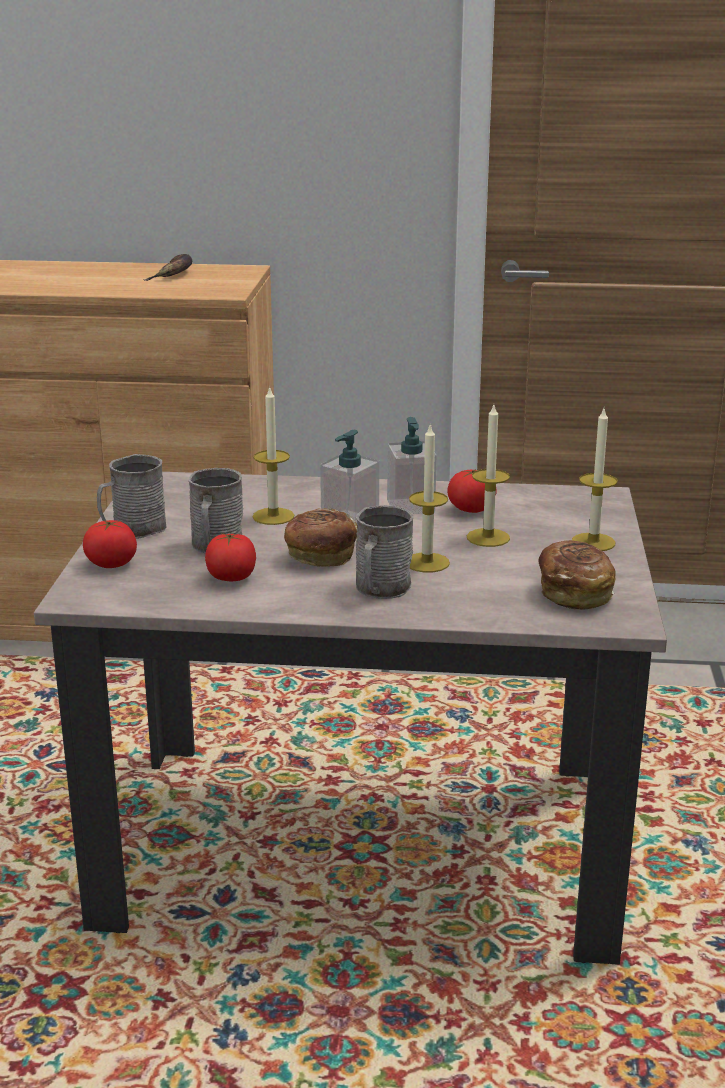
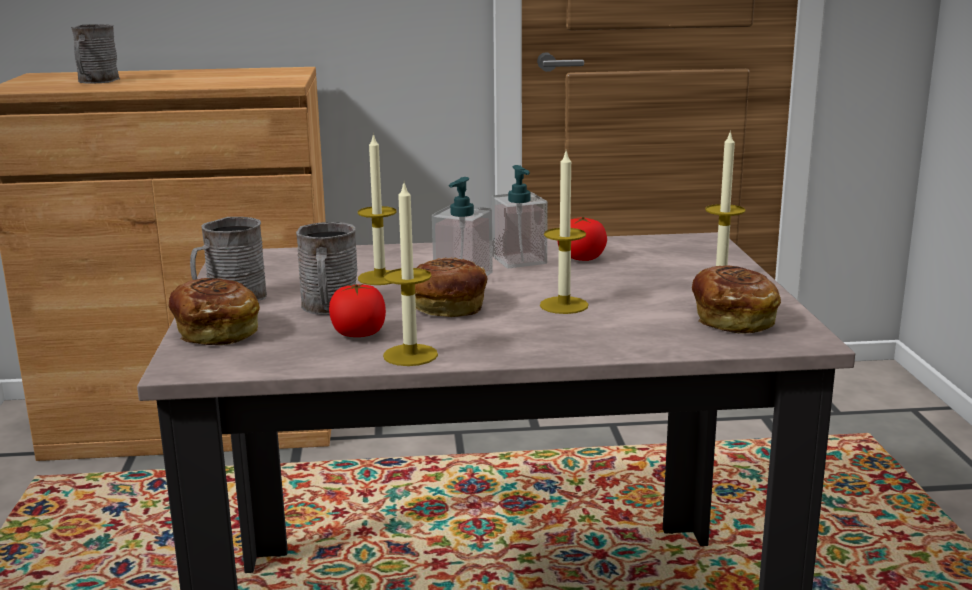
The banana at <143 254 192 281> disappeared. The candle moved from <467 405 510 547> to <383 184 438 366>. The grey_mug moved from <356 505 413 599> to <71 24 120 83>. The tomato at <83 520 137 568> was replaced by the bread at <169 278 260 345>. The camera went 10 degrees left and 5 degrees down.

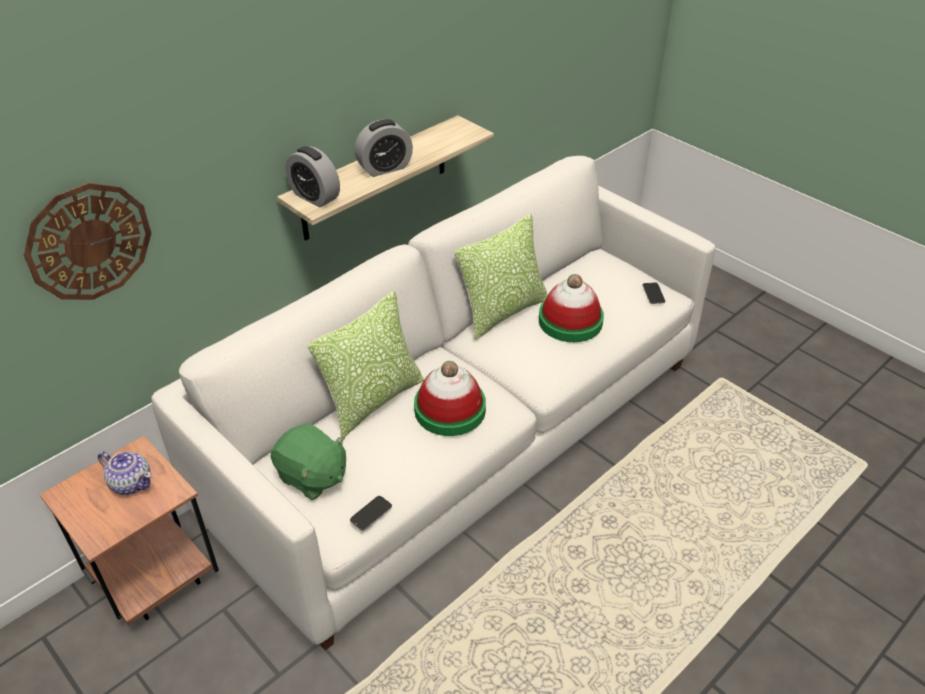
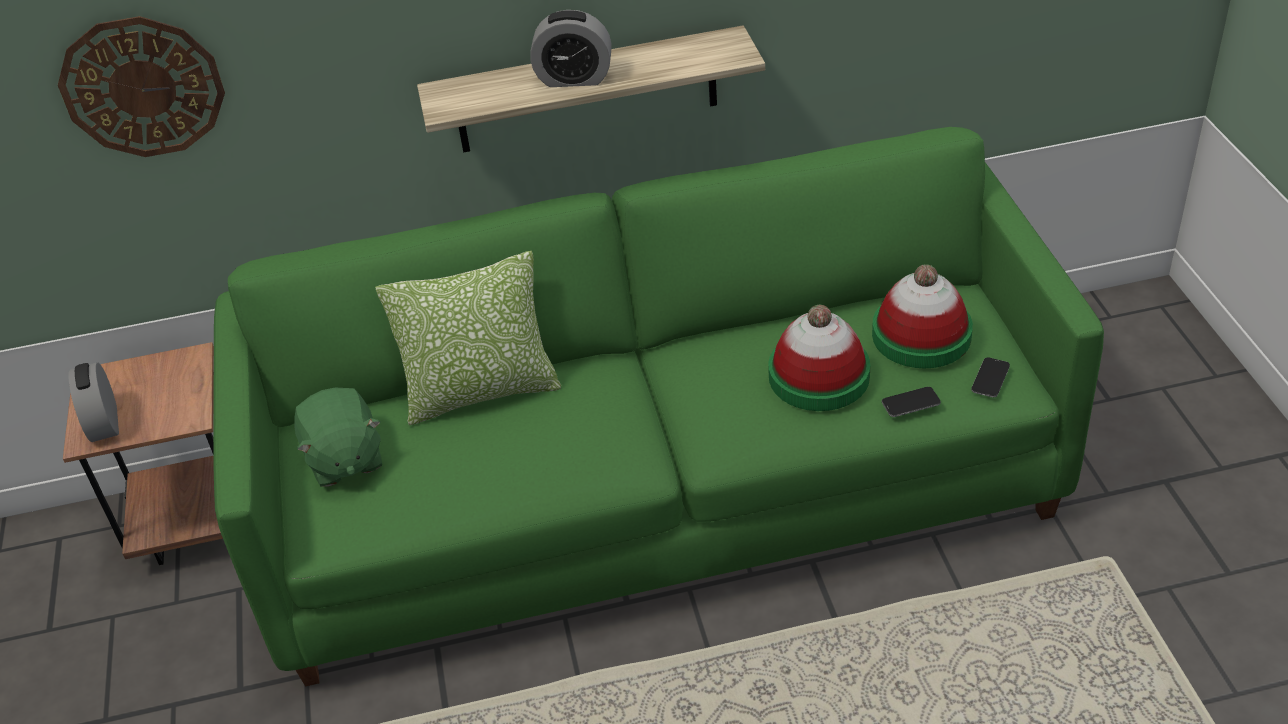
The alarm_clock moved from <285 146 340 208> to <68 362 119 442>. The white_sofa at <151 156 716 651> became the green_sofa at <213 127 1104 686>. The pillow at <454 214 548 340> disappeared. The hat moved from <414 361 486 436> to <872 264 973 369>. The teapot at <98 451 152 495> disappeared. The phone moved from <350 496 392 531> to <882 387 941 417>. The camera went 35 degrees right and 0 degrees up.

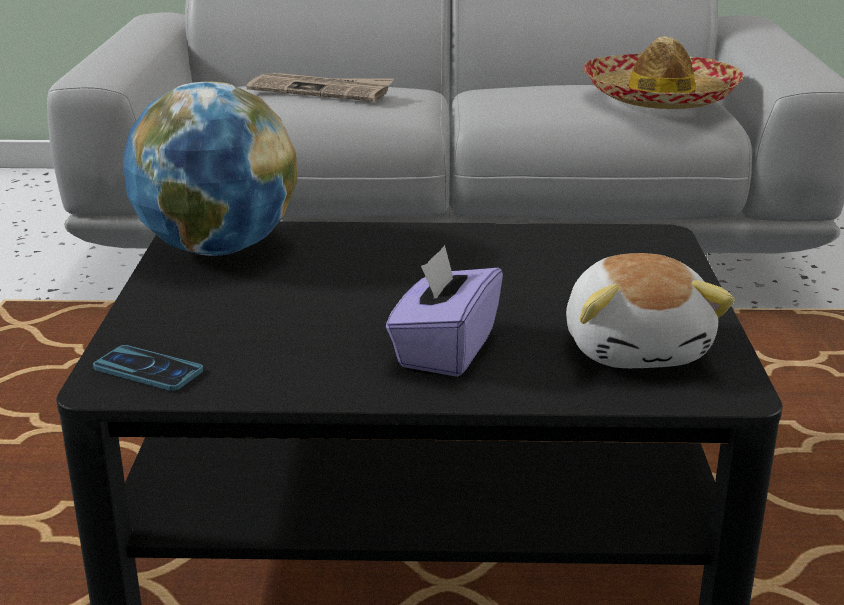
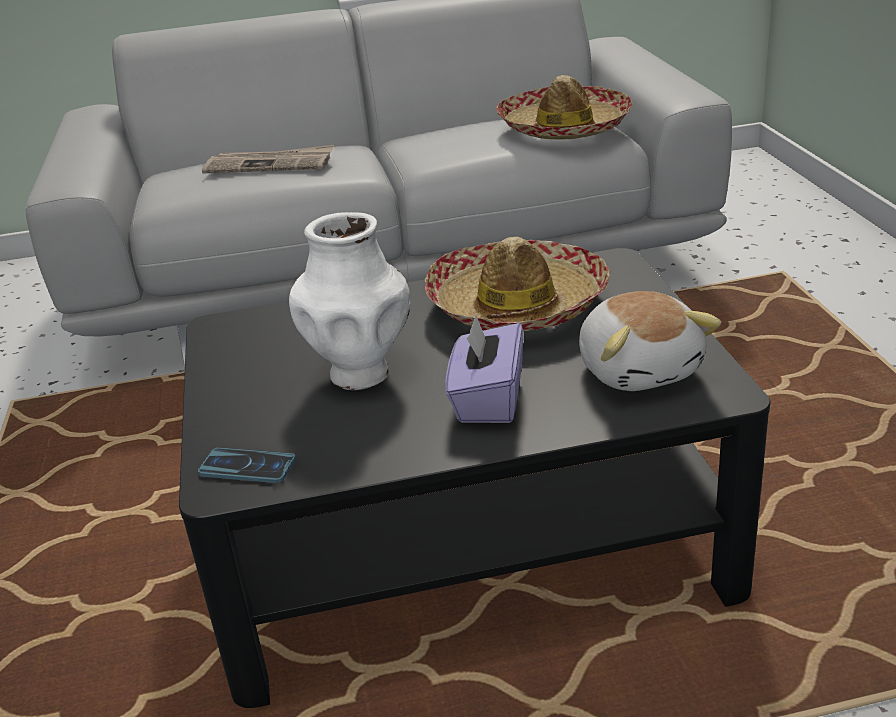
The globe at <123 81 298 256> disappeared. The white_vase at <289 212 410 390> appeared. The hat at <425 237 610 332> appeared. The camera went 10 degrees left and 5 degrees up.

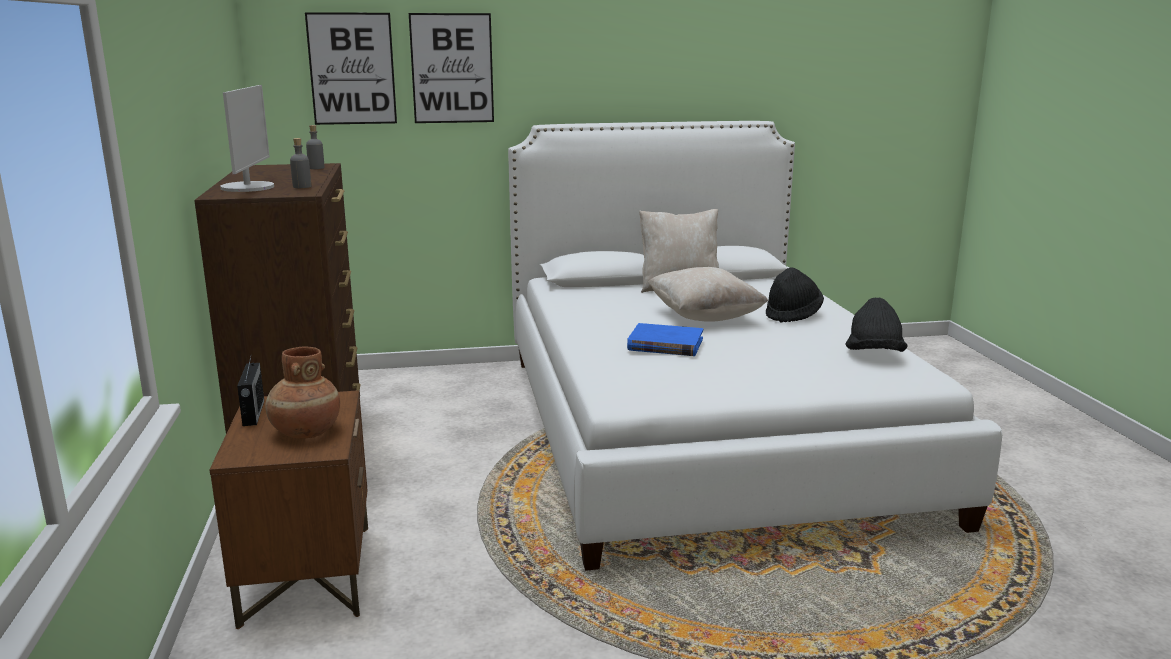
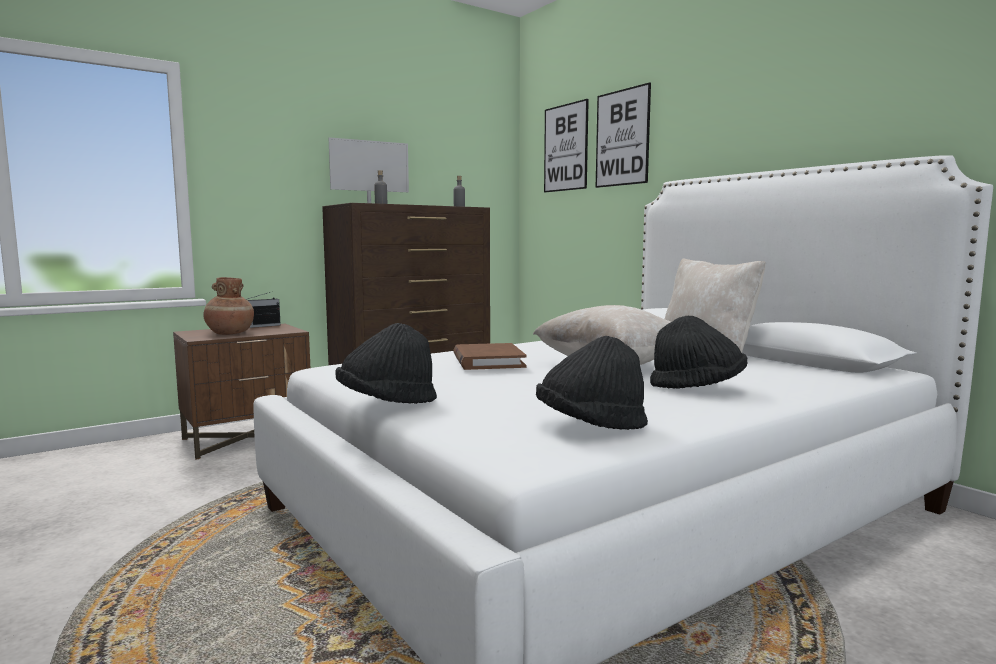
The blue_book at <627 323 703 356> became the brown_book at <454 343 527 370>. The black_hat at <336 323 437 404> appeared. The camera went 65 degrees right and 10 degrees down.

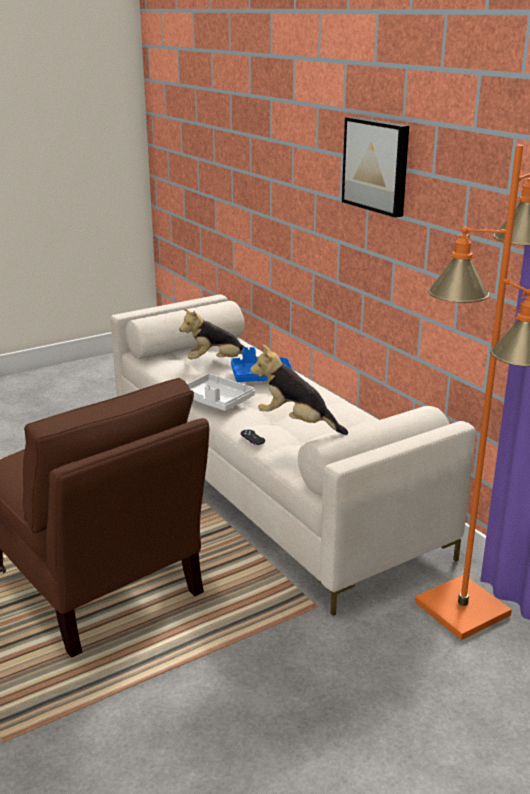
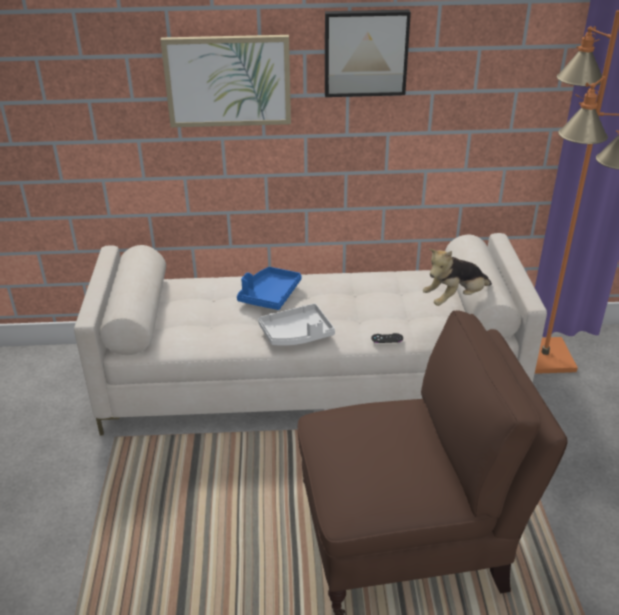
The plush_toy at <179 308 258 360> disappeared. The picture at <160 35 291 127> appeared. The camera went 60 degrees left and 10 degrees up.

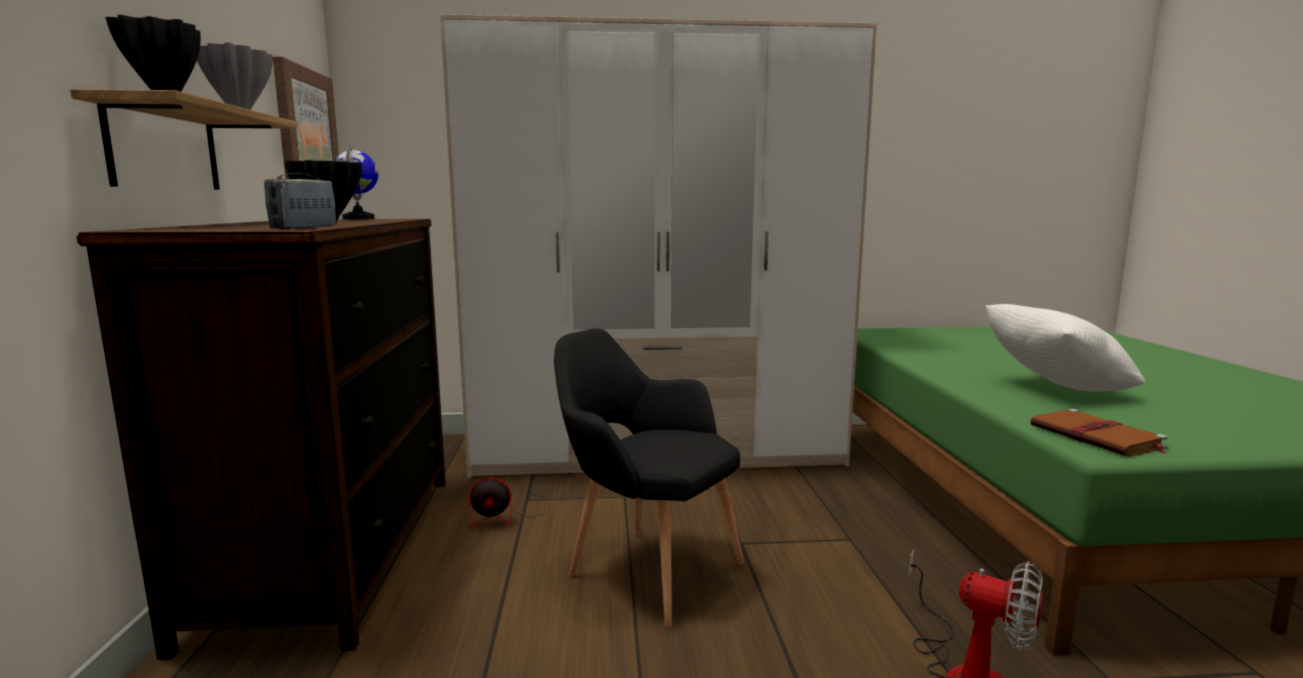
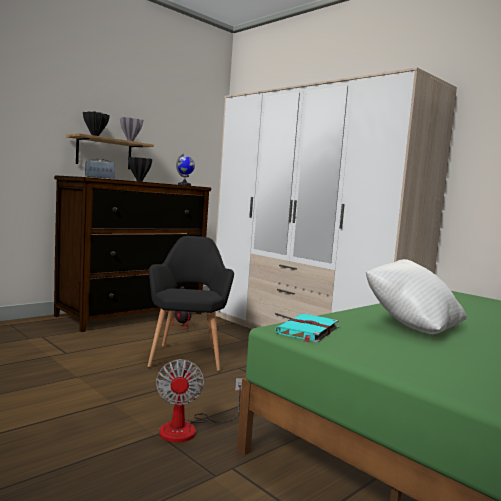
The picture at <273 57 339 179> disappeared. The brown_book at <1031 409 1168 457> became the turquoise_book at <275 314 339 343>. The camera went 50 degrees right and 5 degrees down.

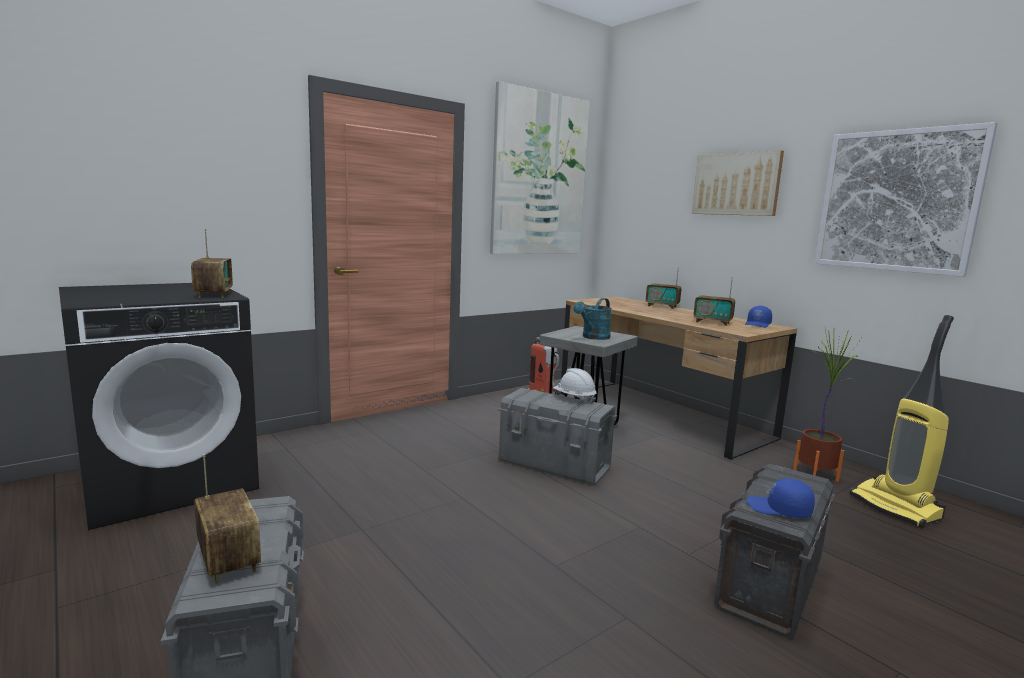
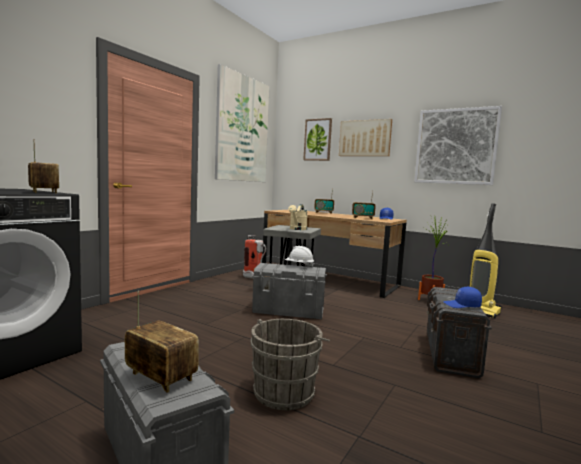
The turquoise_watering_can at <573 298 612 340> became the beige_watering_can at <288 204 308 230>. The picture at <303 118 332 161> appeared. The grey_bucket at <250 319 330 410> appeared. The camera went 20 degrees left and 5 degrees down.

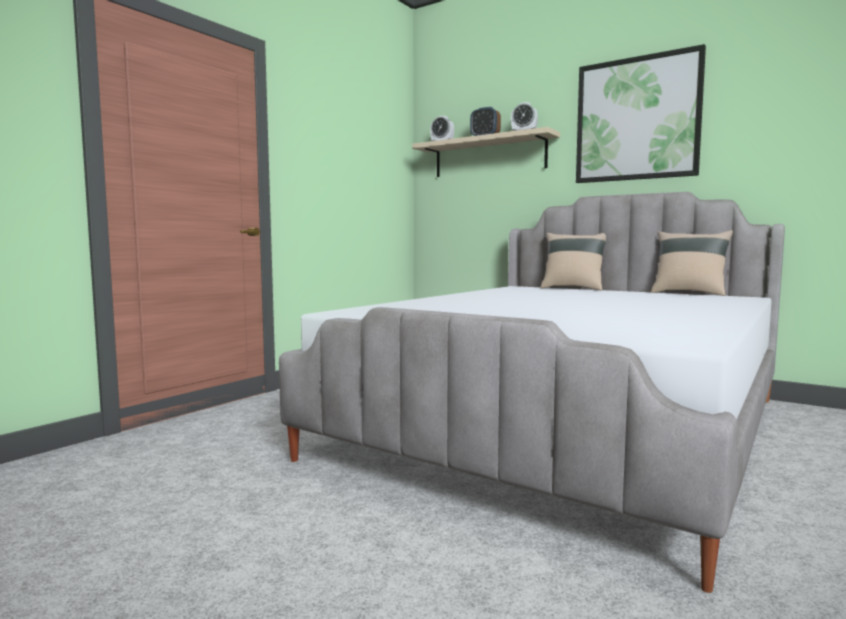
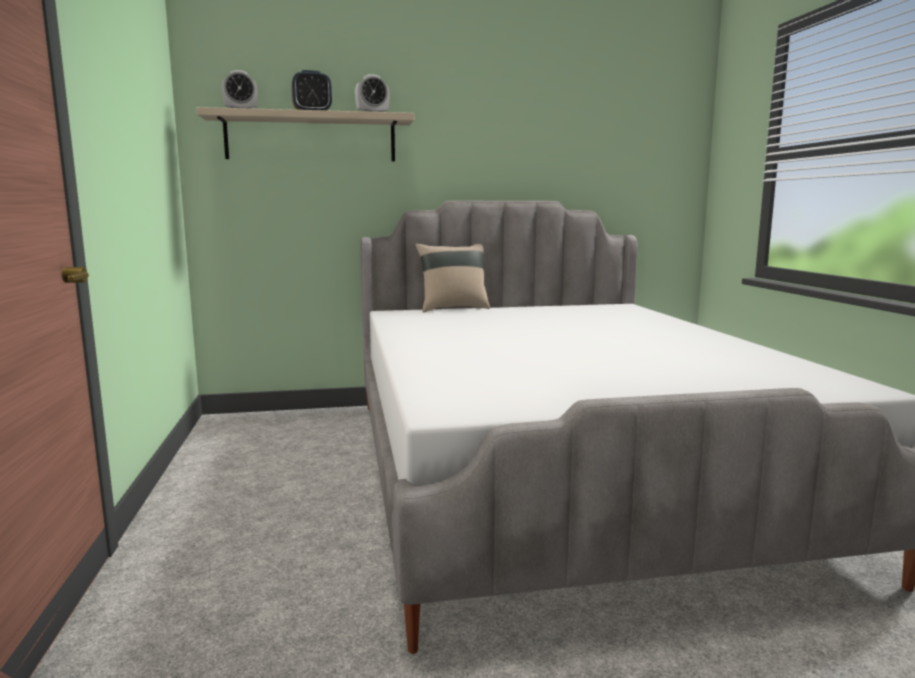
The picture at <576 44 706 183> disappeared. The beige_pillow at <651 230 733 296> disappeared. The camera went 45 degrees left and 5 degrees up.

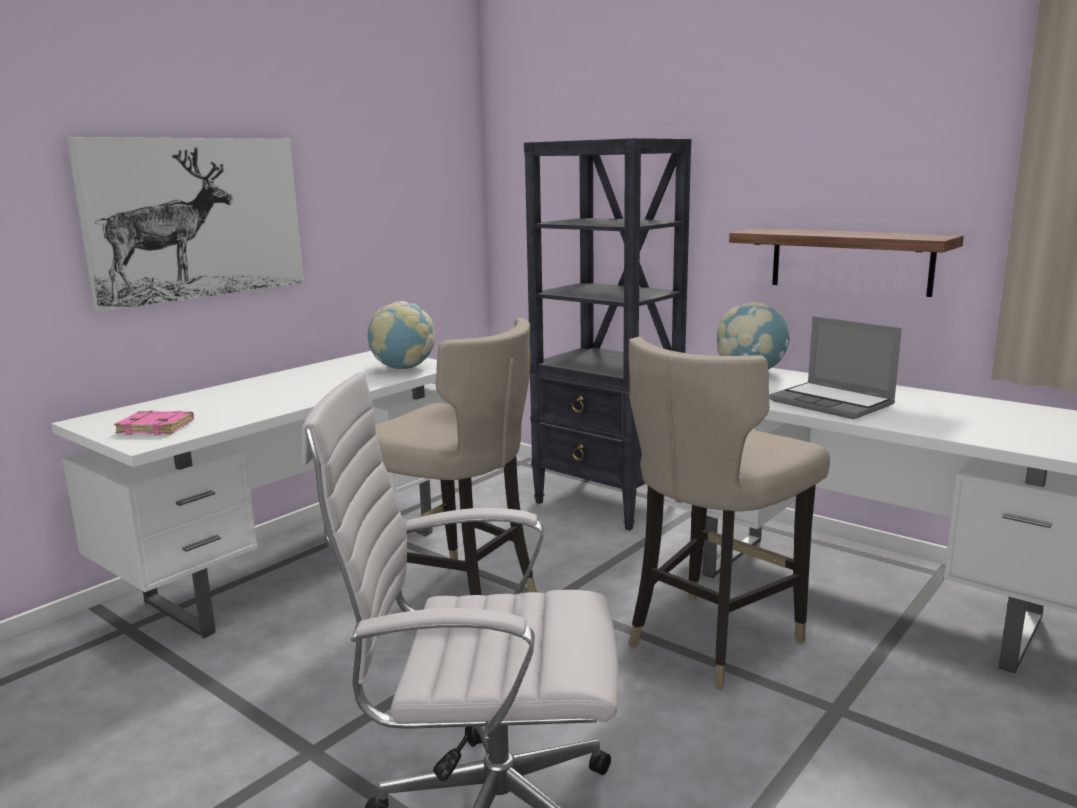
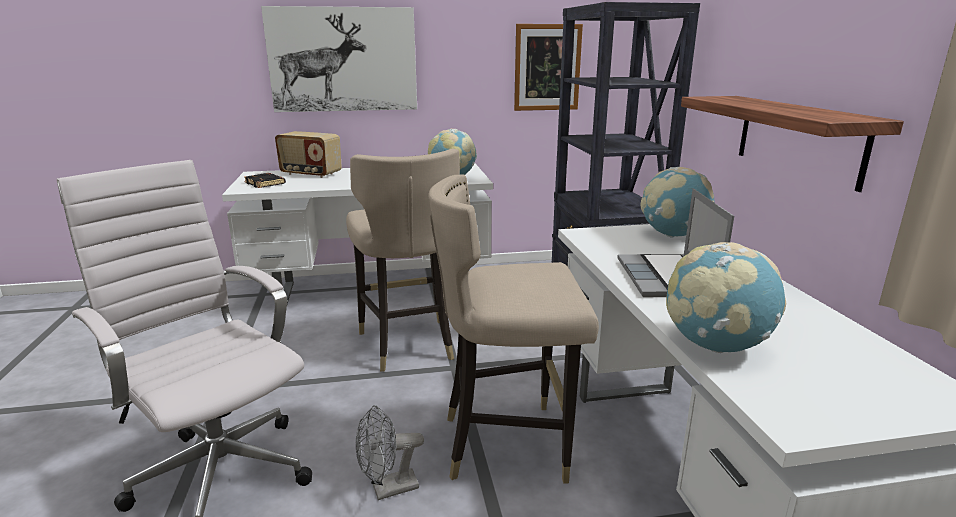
The pink_book at <114 411 194 435> became the black_book at <244 173 286 188>. The picture at <514 24 583 111> appeared. The radio at <275 131 342 178> appeared. The globe at <666 242 786 353> appeared. The grey_fan at <356 405 424 500> appeared. The camera went 40 degrees right and 5 degrees up.

